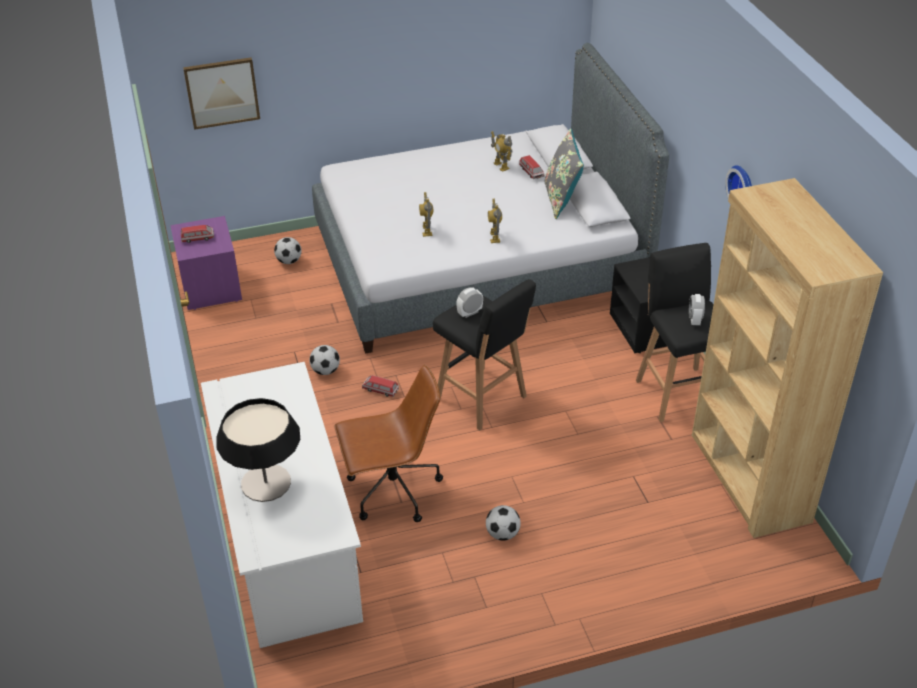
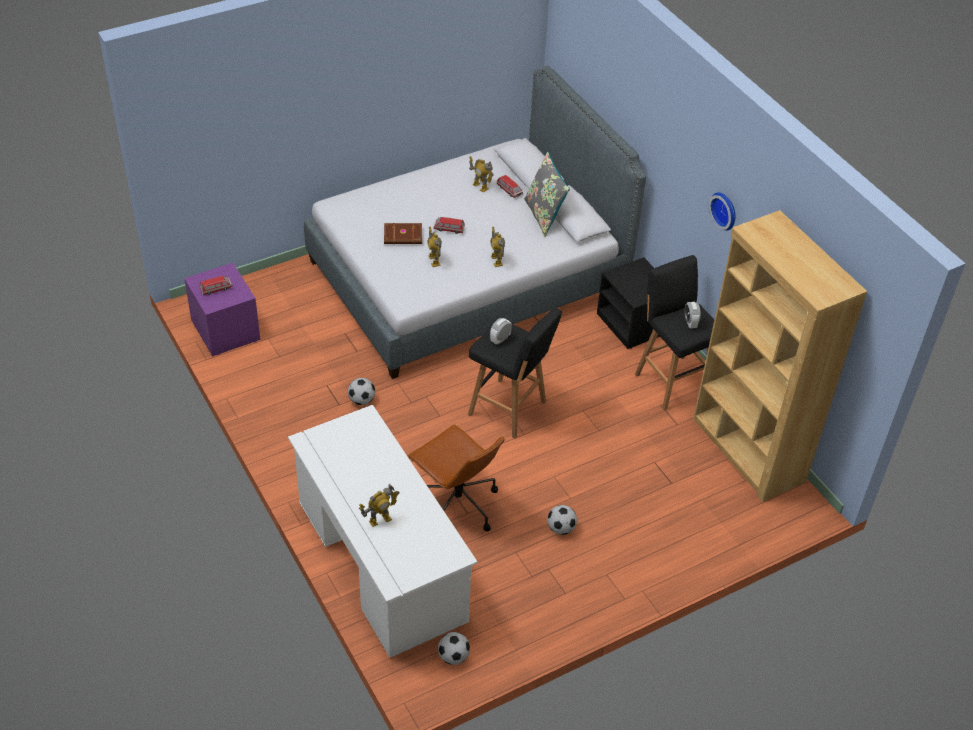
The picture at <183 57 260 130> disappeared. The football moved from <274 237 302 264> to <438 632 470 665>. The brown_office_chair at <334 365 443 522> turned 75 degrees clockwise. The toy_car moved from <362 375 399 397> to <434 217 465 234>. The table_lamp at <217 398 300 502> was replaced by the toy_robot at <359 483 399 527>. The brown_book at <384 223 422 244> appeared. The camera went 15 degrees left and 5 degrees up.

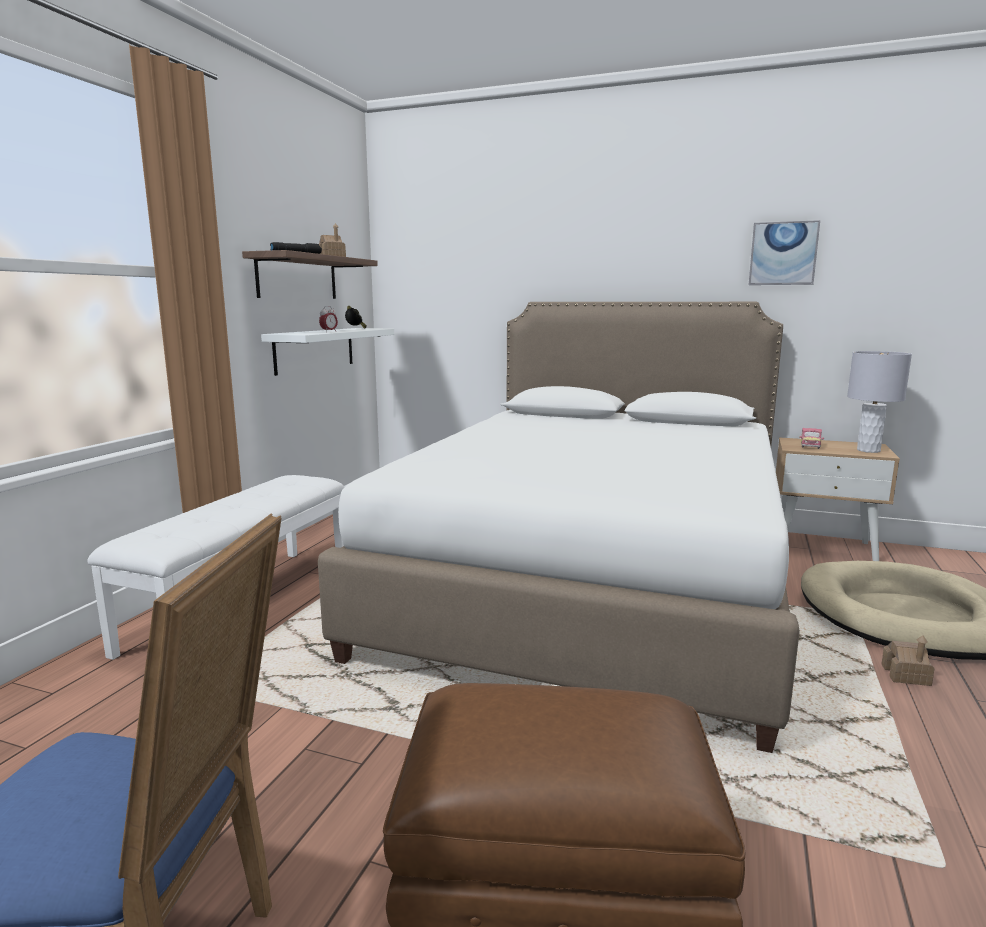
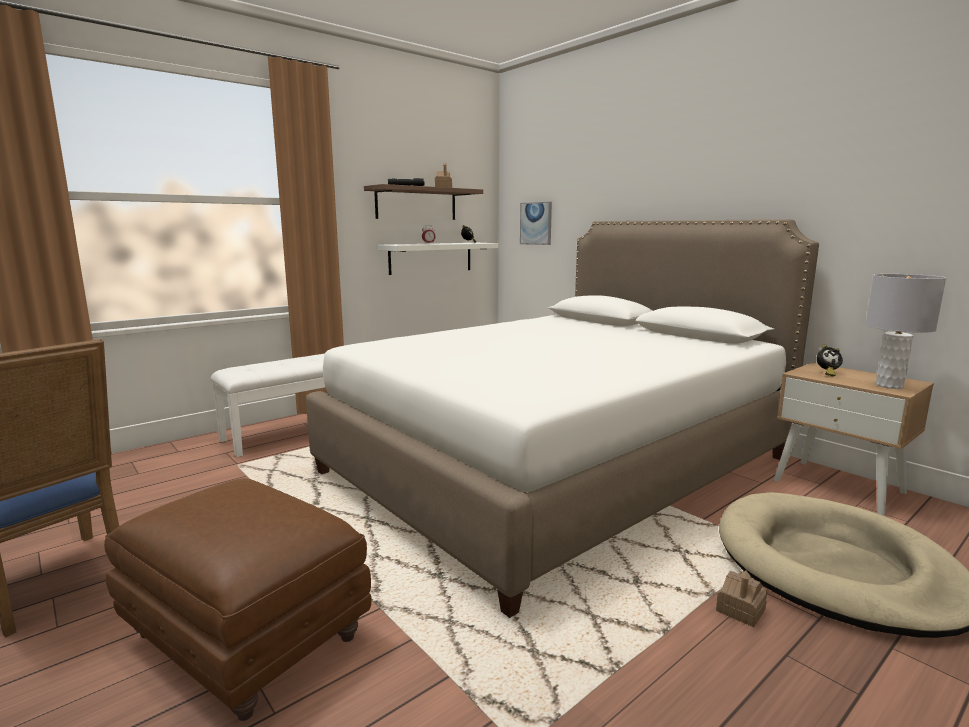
The picture moved from <749 220 820 285> to <520 202 552 245>. The toy_car at <799 428 824 449> was replaced by the alarm_clock at <817 345 843 376>. The camera went 30 degrees right and 0 degrees up.

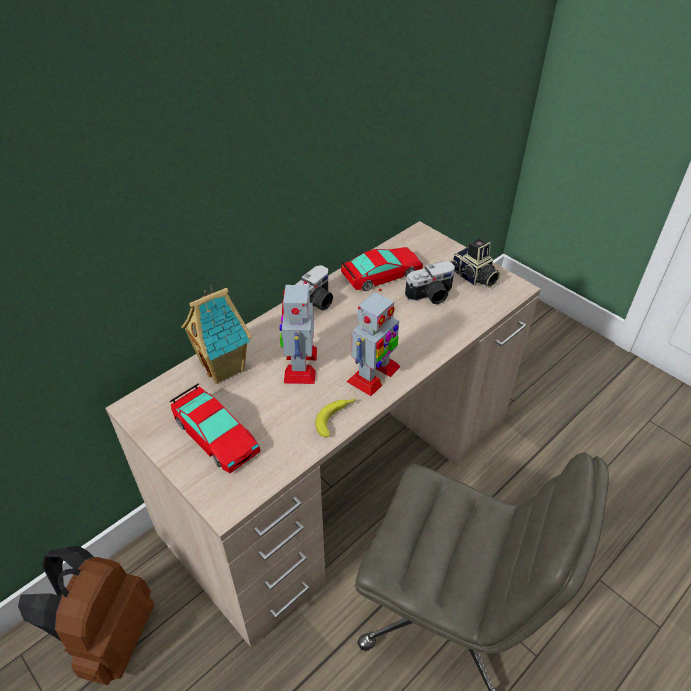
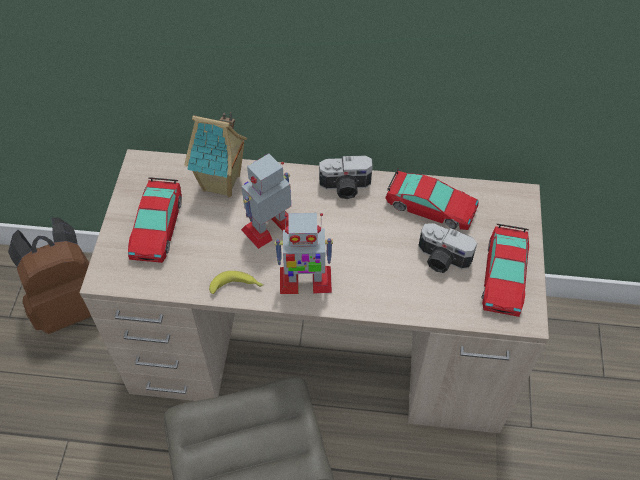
The photo_camera at <450 238 500 287> was replaced by the toy_car at <481 224 529 317>. The camera went 50 degrees right and 10 degrees up.

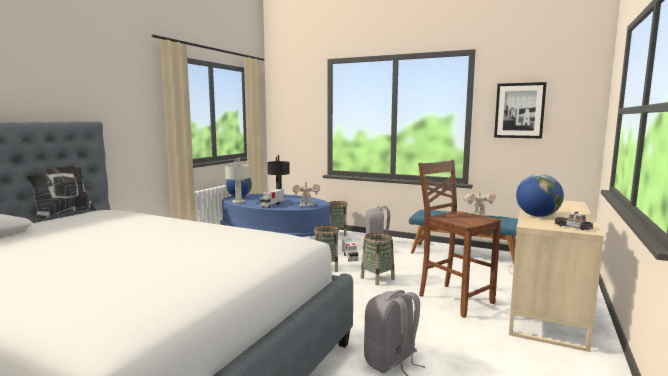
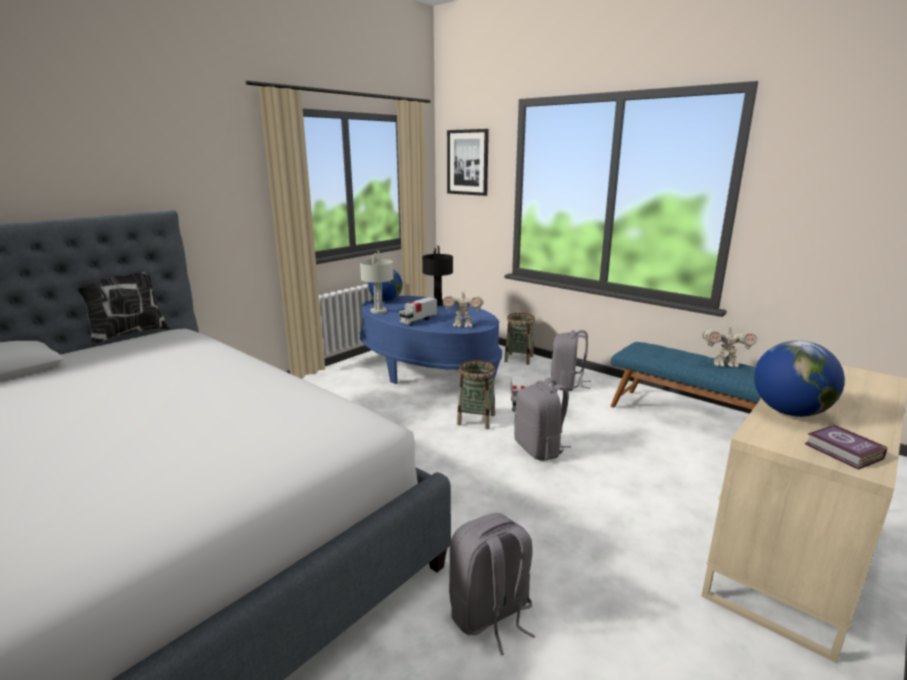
The picture moved from <494 82 547 138> to <447 129 489 196>. The brown_chair at <418 160 501 318> disappeared. The toy_car at <555 211 593 230> was replaced by the book at <805 424 888 470>. The basket at <360 233 395 285> was replaced by the grey_backpack at <514 378 571 461>. The camera went 15 degrees right and 10 degrees up.

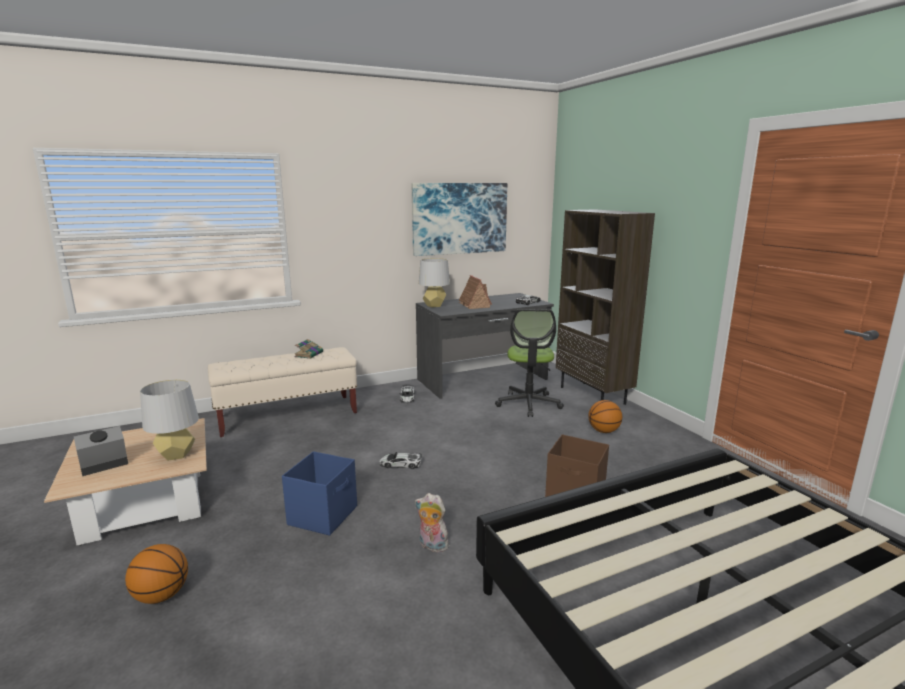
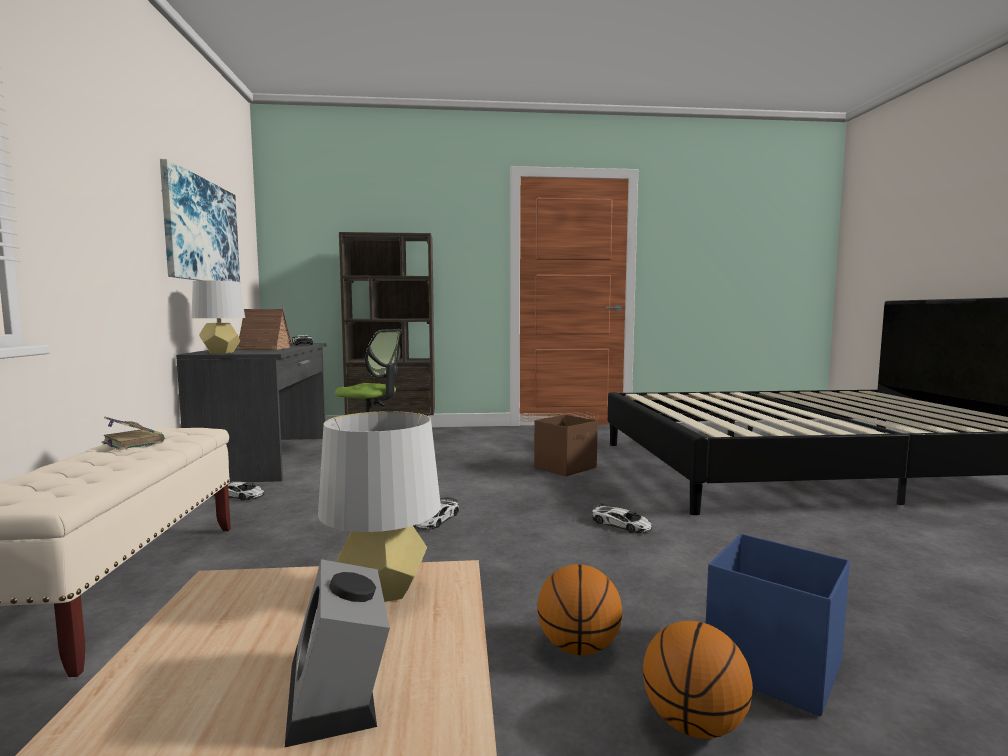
The basketball moved from <588 400 622 433> to <537 564 622 655>. The blue_storage_box moved from <282 451 357 536> to <706 534 850 716>. The plush_toy at <415 493 449 552> was replaced by the toy_car at <592 504 652 533>. The camera went 70 degrees left and 10 degrees down.

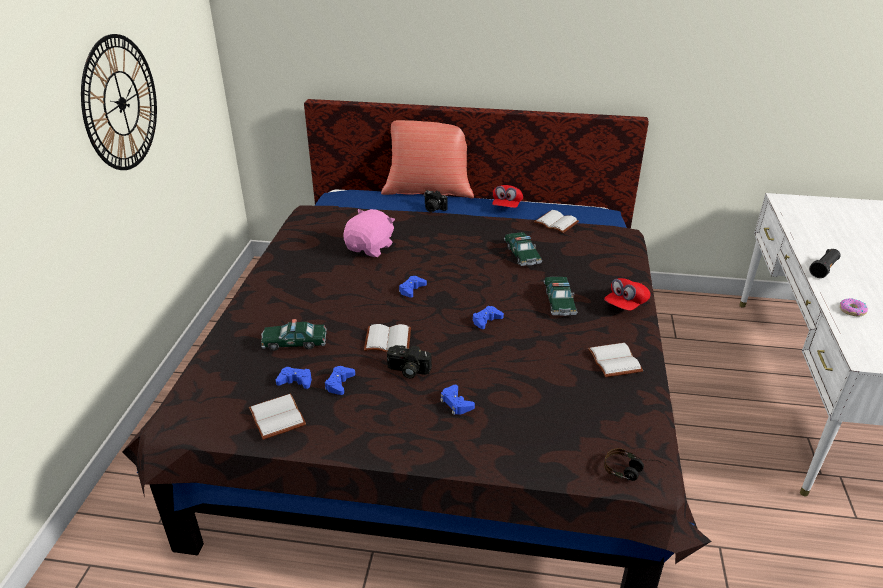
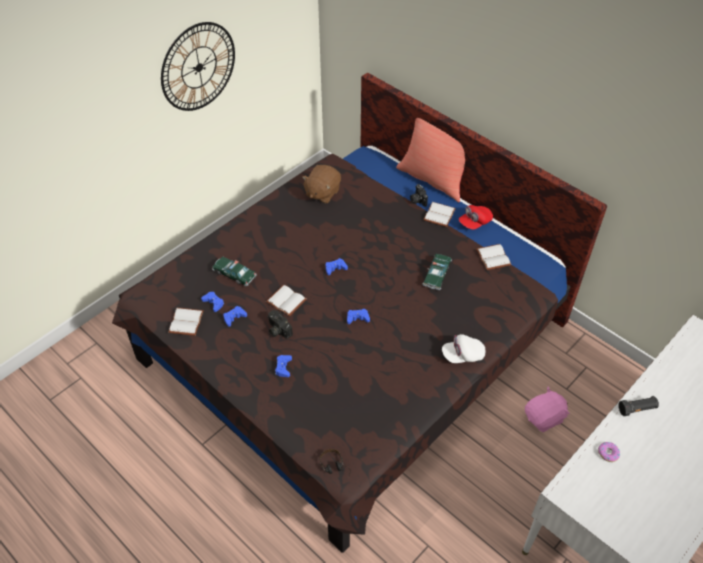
The pink_plush_toy moved from <343 209 395 257> to <525 387 570 432>. The toy_car at <543 277 578 316> disappeared. The red_cap at <604 278 651 311> became the white_cap at <442 334 485 363>. The white_book moved from <588 343 643 377> to <424 202 456 227>. The brown_plush_toy at <302 165 341 204> appeared. The camera went 35 degrees right and 15 degrees up.

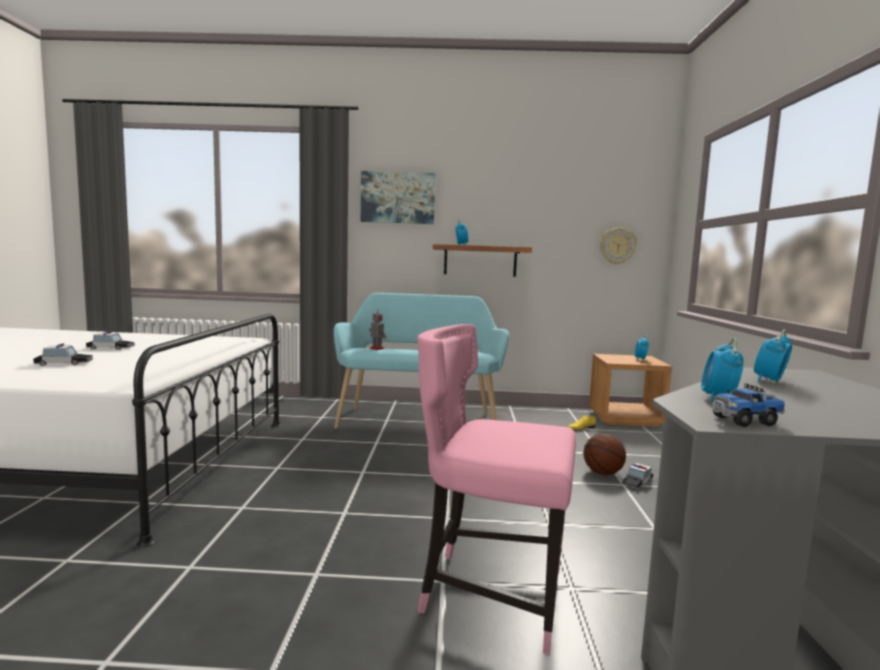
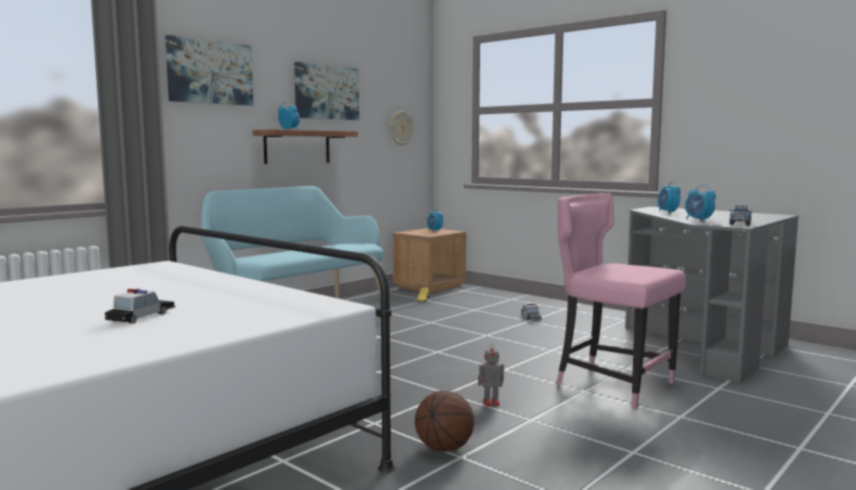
The toy_robot moved from <369 310 386 350> to <478 343 504 407>. The pink_chair at <417 324 576 654> turned 75 degrees clockwise. The toy_car at <86 331 135 350> disappeared. The basketball moved from <583 433 626 475> to <415 391 474 452>. The picture at <294 62 359 120> appeared. The camera went 50 degrees left and 0 degrees up.

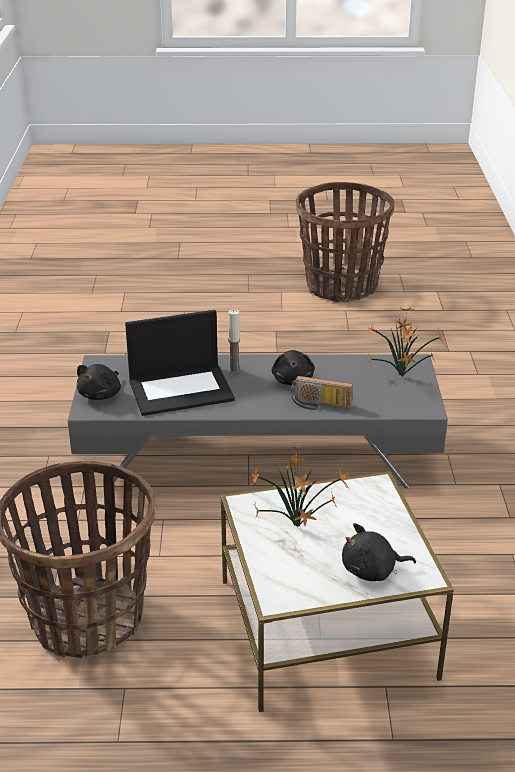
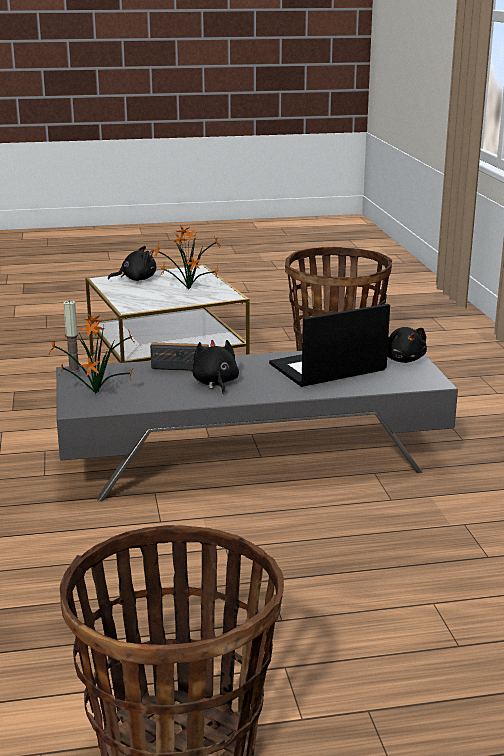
The candle moved from <228 309 240 373> to <63 300 81 372>. The black_plush_toy at <77 364 121 400> turned 150 degrees clockwise. The camera went 170 degrees right and 10 degrees down.

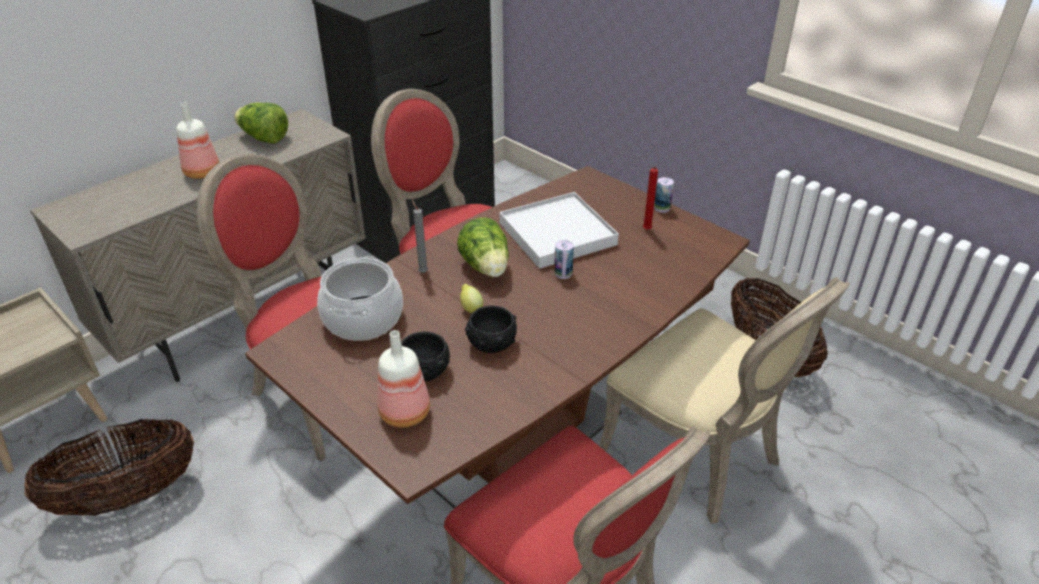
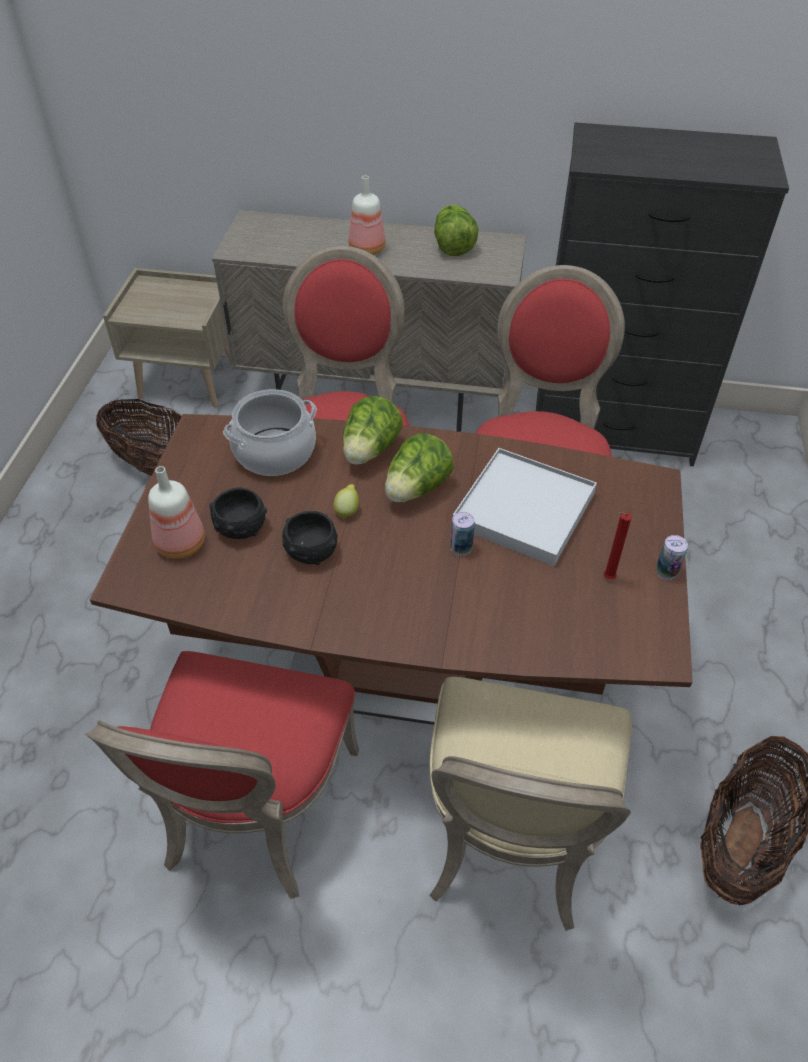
The grey_candle at <412 200 428 273> was replaced by the lettuce at <343 396 403 465>. The camera went 55 degrees right and 10 degrees up.

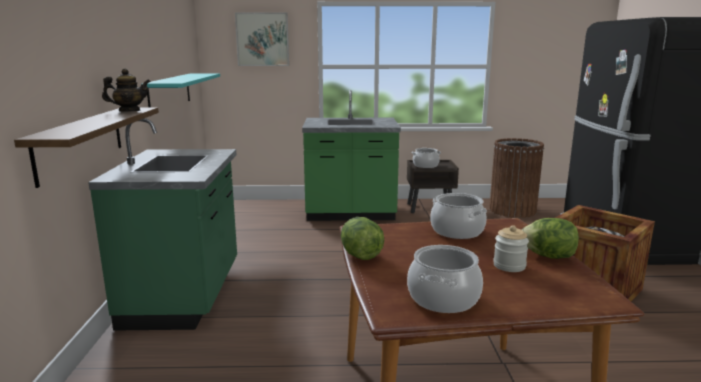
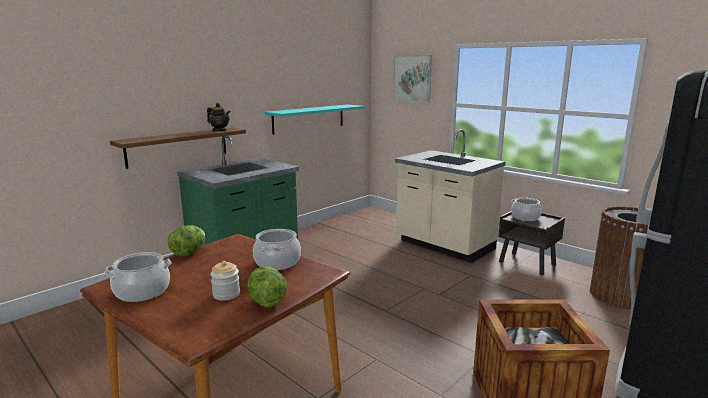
The green_counter at <302 90 401 221> became the beige_counter at <395 129 505 263>. The camera went 45 degrees right and 0 degrees up.

